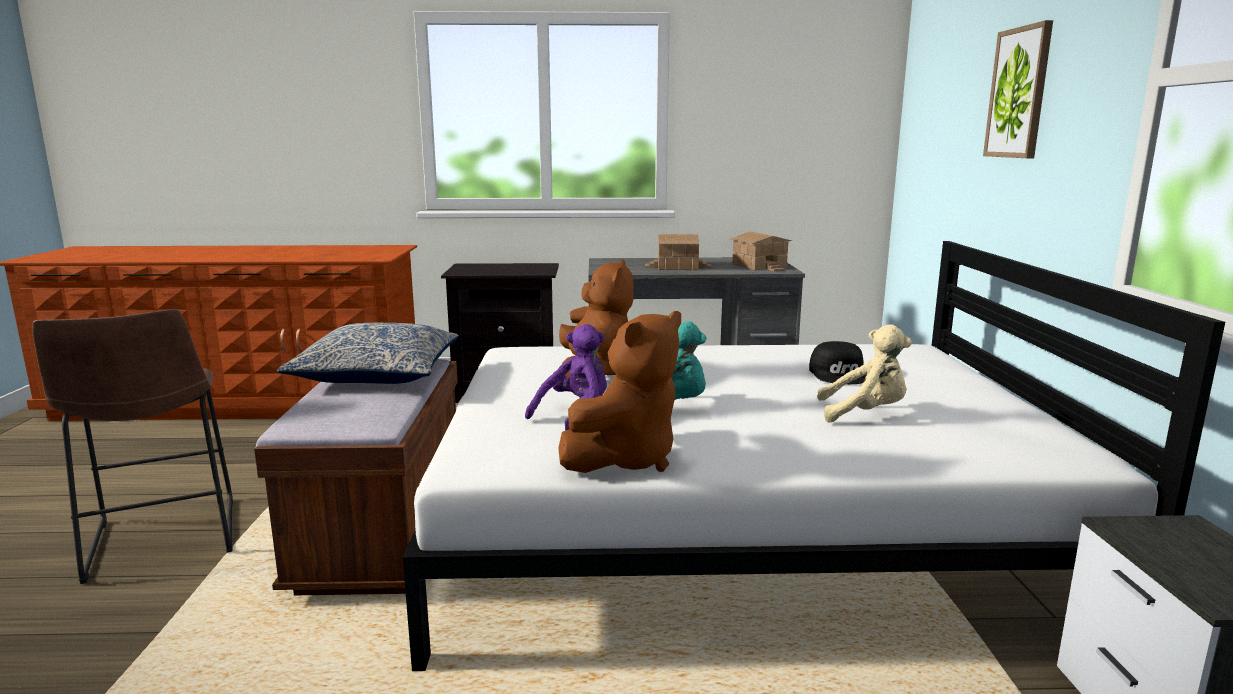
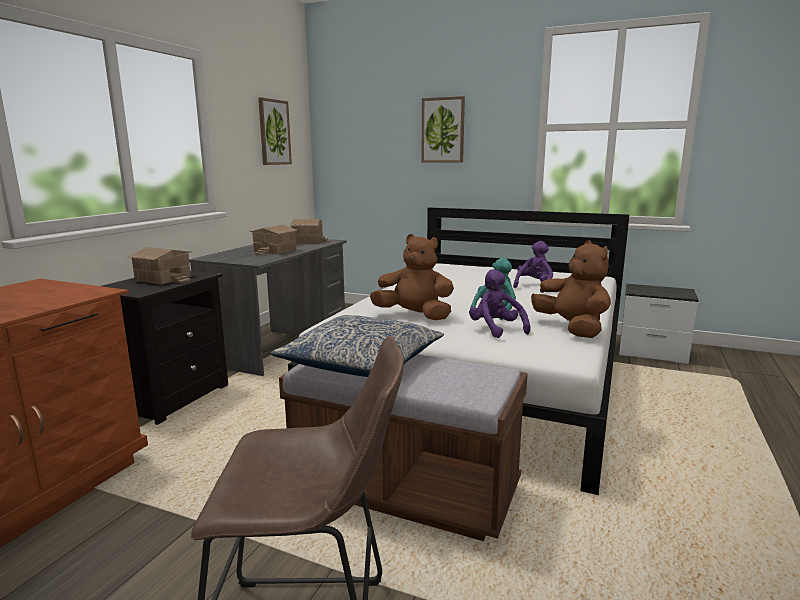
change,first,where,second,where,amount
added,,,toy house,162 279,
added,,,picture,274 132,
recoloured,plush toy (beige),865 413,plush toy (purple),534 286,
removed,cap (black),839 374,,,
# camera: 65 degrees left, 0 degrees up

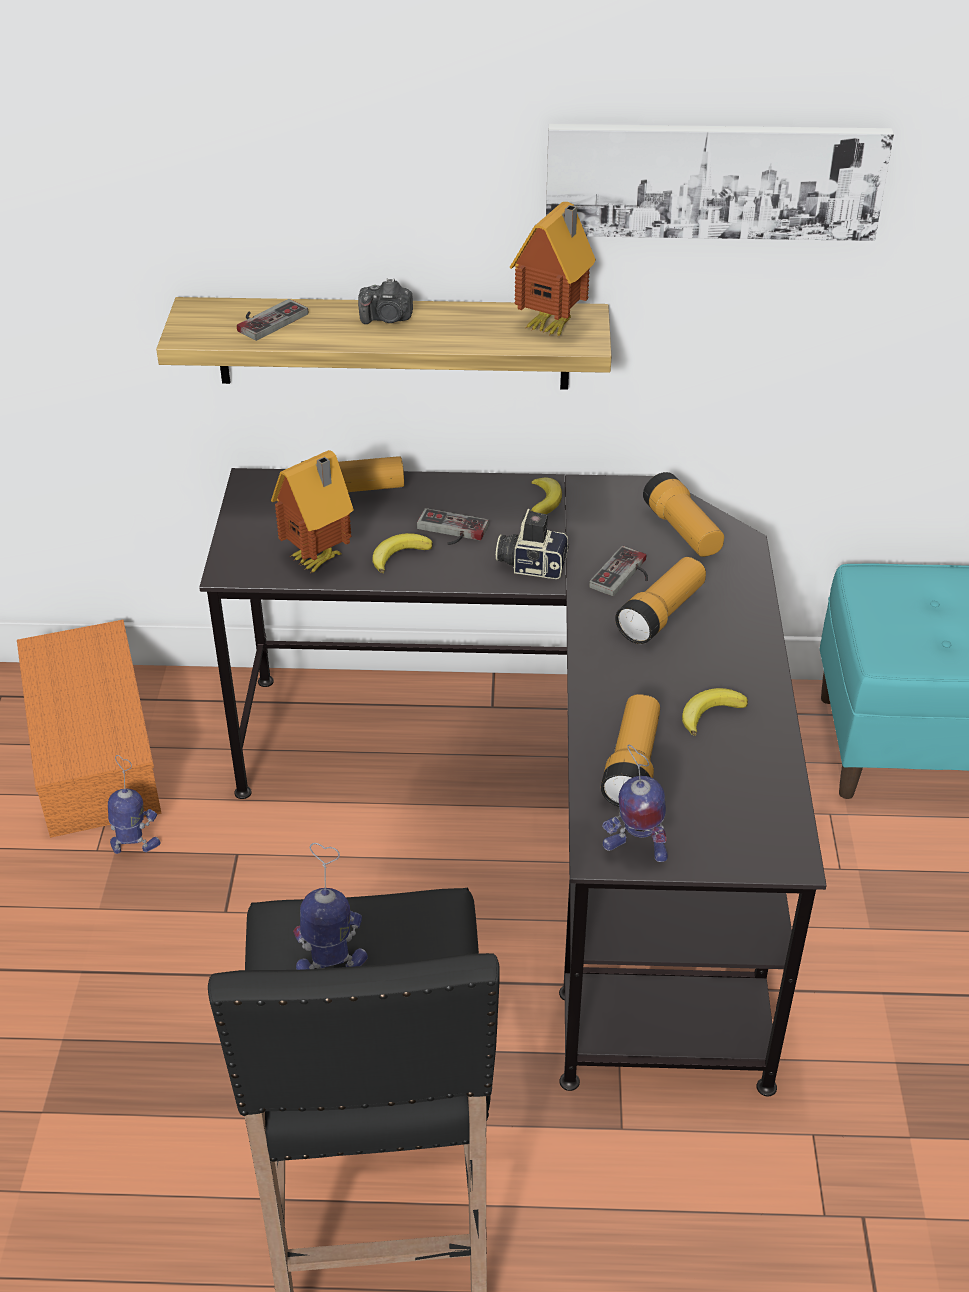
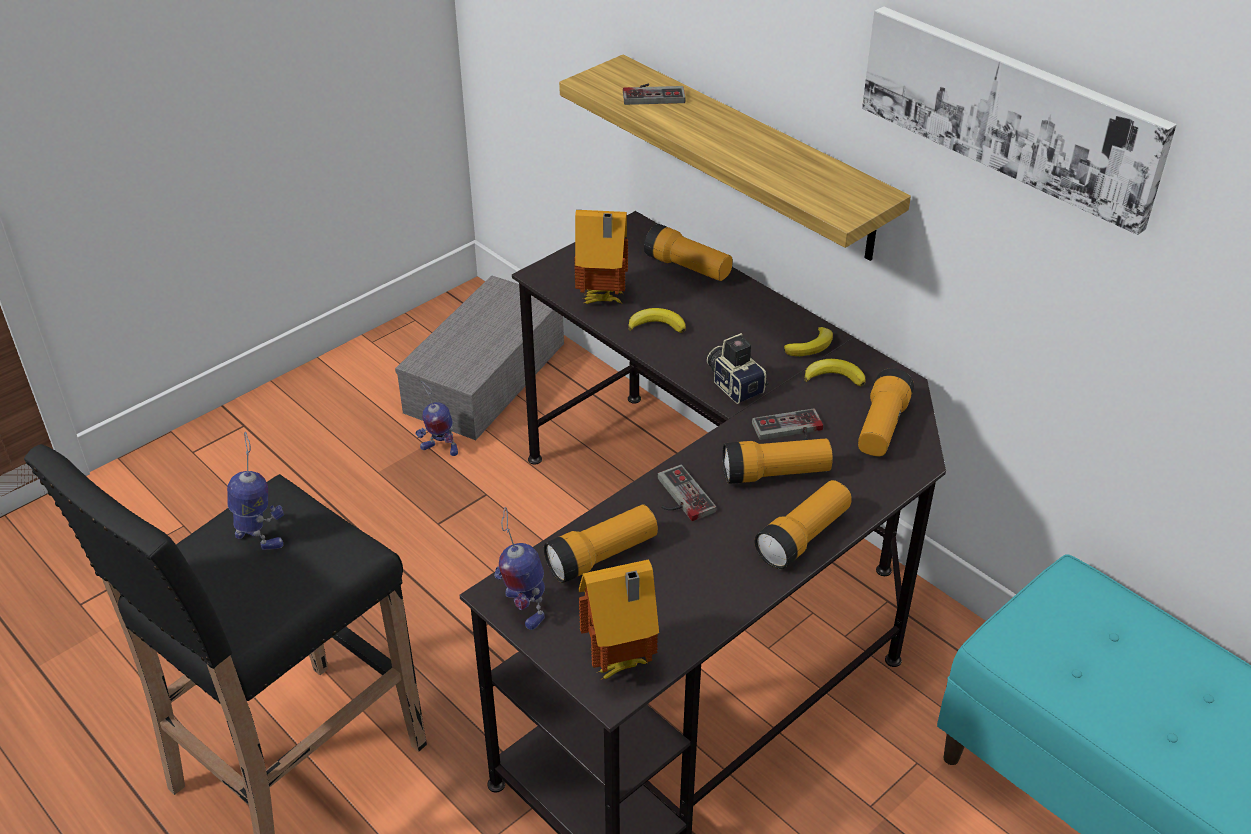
change,first,where,second,where,amount
recoloured,storage box (orange),90 748,storage box (grey),485 375,
turned,toy robot,135 845,,439 449,150 degrees clockwise
moved,toy house,554 327,,620 664,
moved,game controller,450 531,,678 497,
added,,,flashlight,803 537,
moved,banana,710 713,,834 377,
removed,photo camera,387 319,,,
# camera: 45 degrees right, 0 degrees up

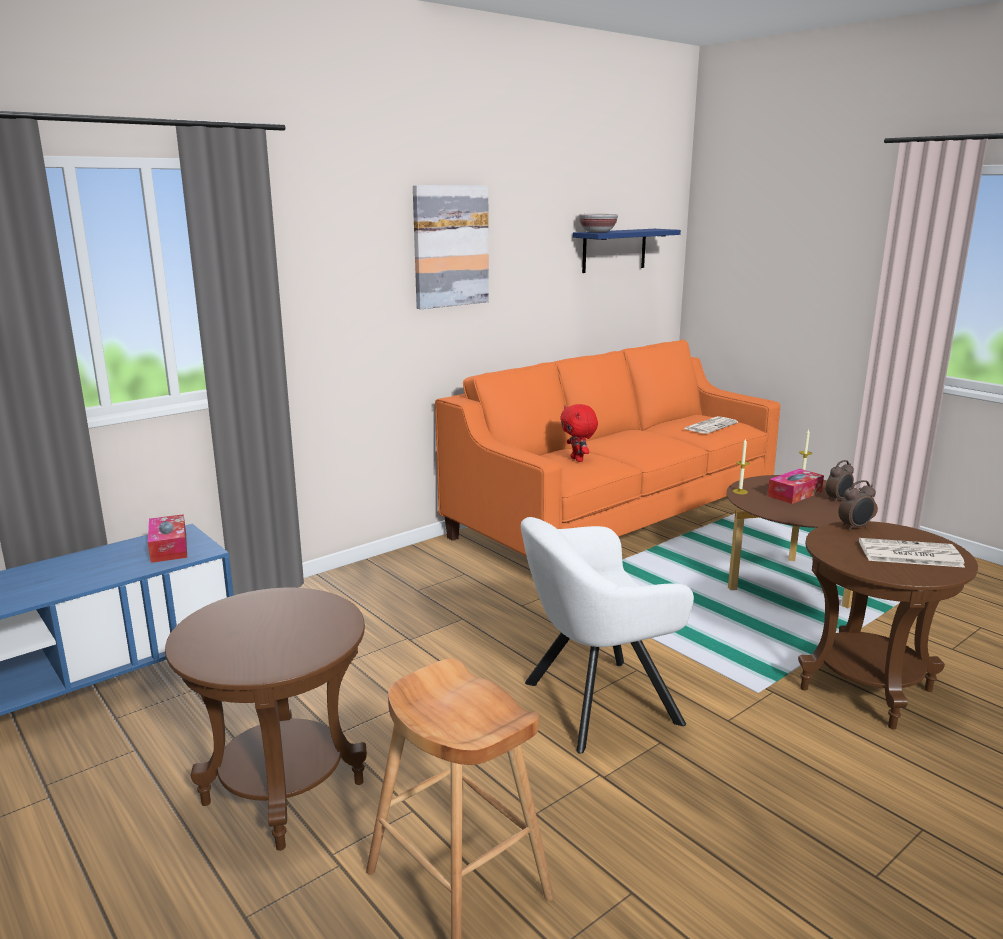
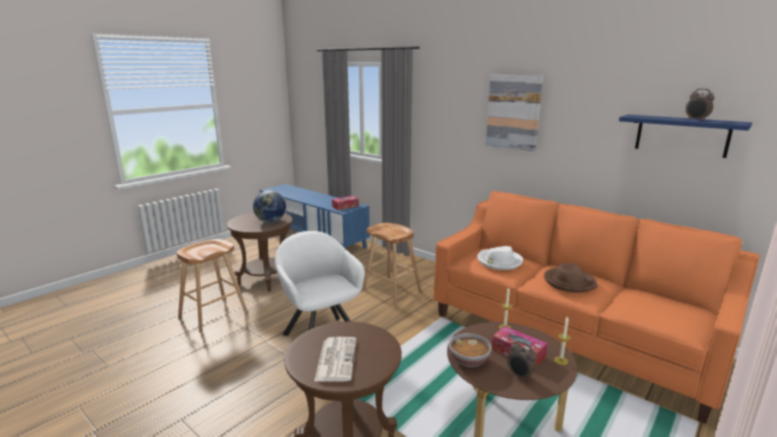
change,first,where,second,where,amount
added,,,globe,270 221,
added,,,stool (brown),391 291,
moved,bowl,598 232,,469 360,
replaced,plush toy (red),578 459,hat (white),499 261,
added,,,hat (brown),569 282,
moved,alarm clock,855 527,,696 120,
removed,newspaper,710 426,,,
# camera: 80 degrees right, 0 degrees up

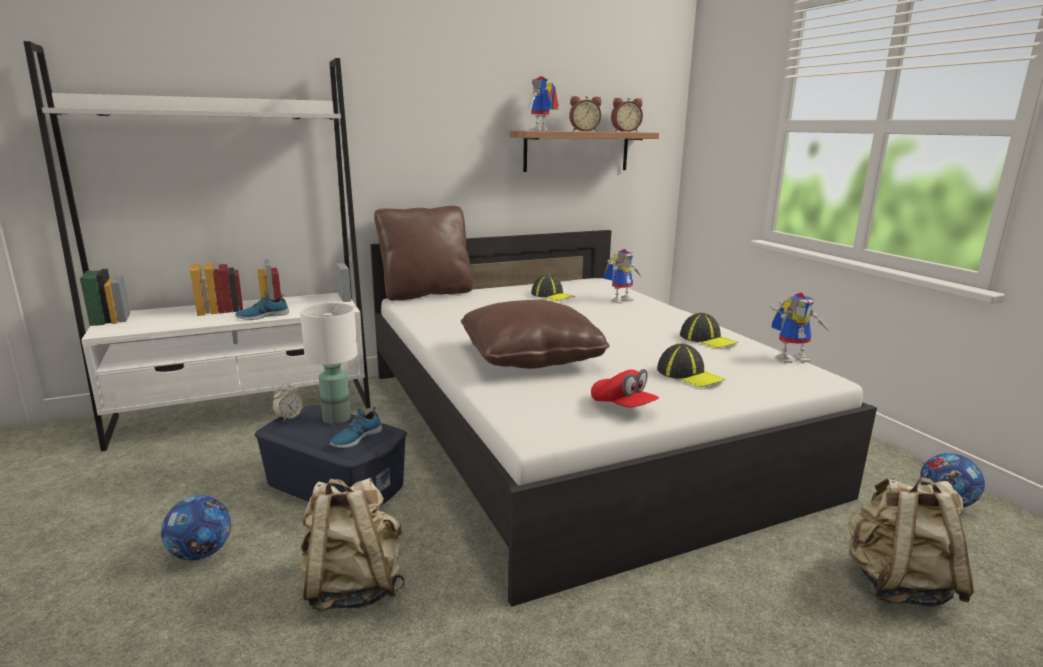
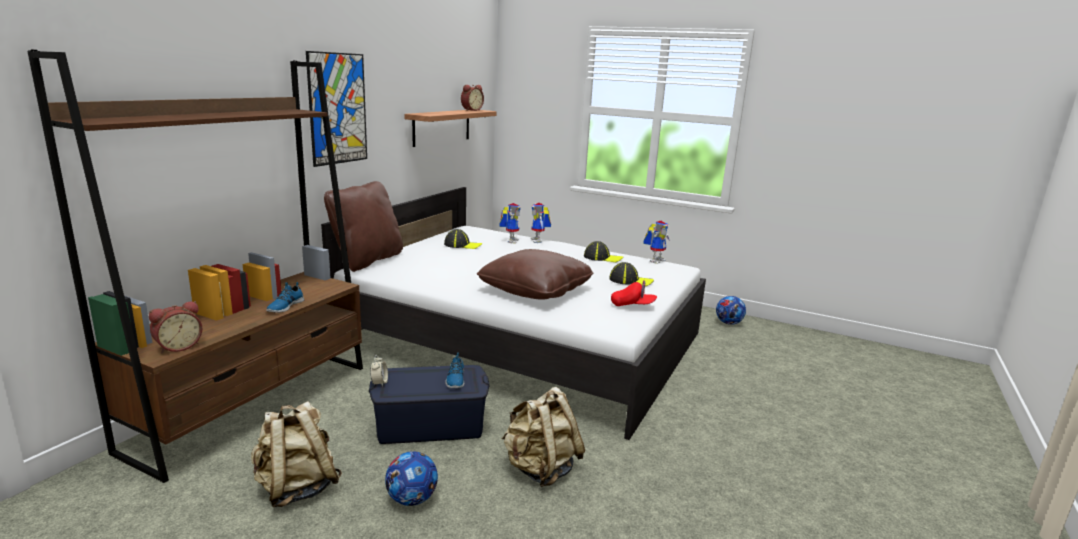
change,first,where,second,where,amount
recoloured,bookcase (white),246 412,bookcase (brown),254 405,
moved,alarm clock,584 131,,178 346,
moved,backpack (beige),897 585,,296 488,
added,,,picture,338 109,
moved,toy robot,541 130,,539 241,
removed,table lamp (white),337 419,,,
# camera: 40 degrees left, 0 degrees up

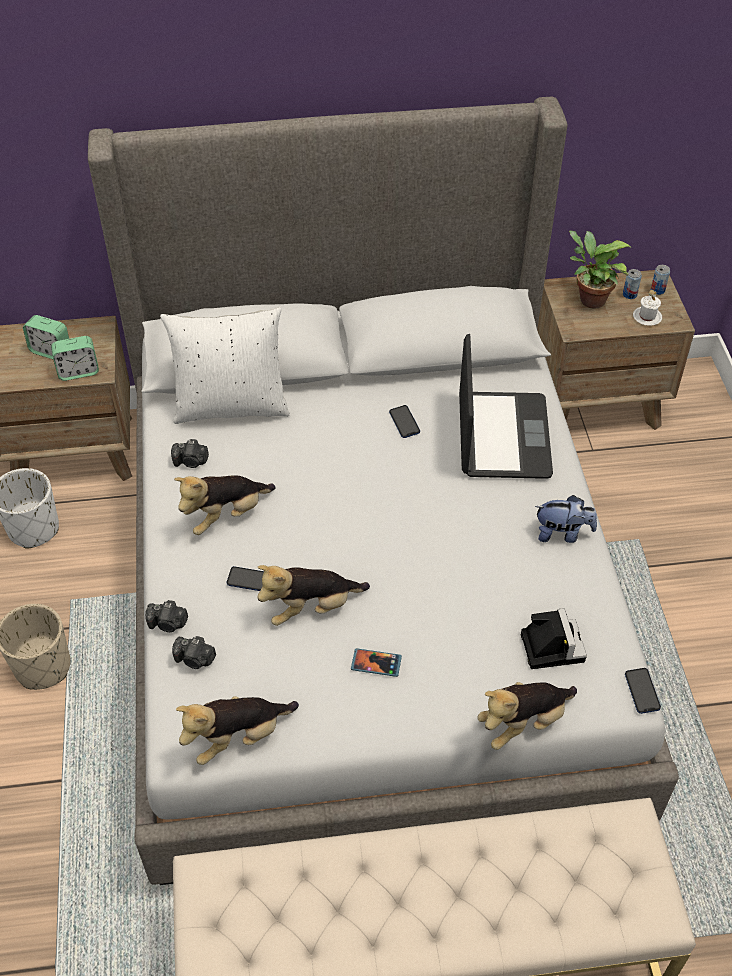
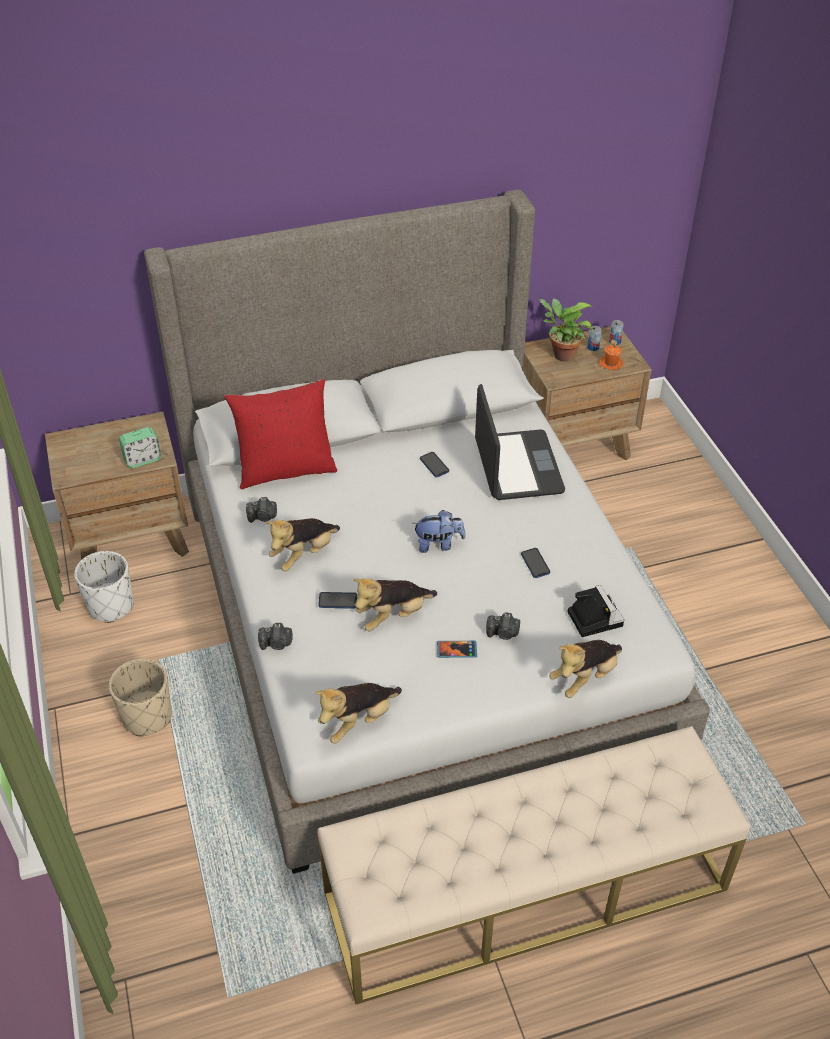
change,first,where,second,where,amount
recoloured,pillow (white),231 406,pillow (red),286 470,
moved,plush toy,562 533,,438 544,
moved,photo camera,195 659,,503 633,
moved,phone,642 691,,535 563,
recoloured,mug (white),647 317,mug (orange),611 363,
removed,alarm clock,51 351,,,
# camera: 10 degrees left, 5 degrees down

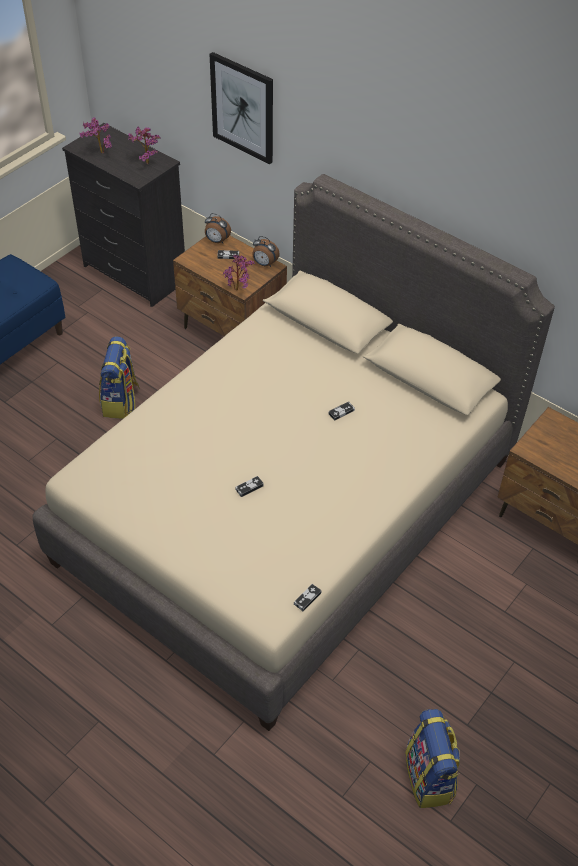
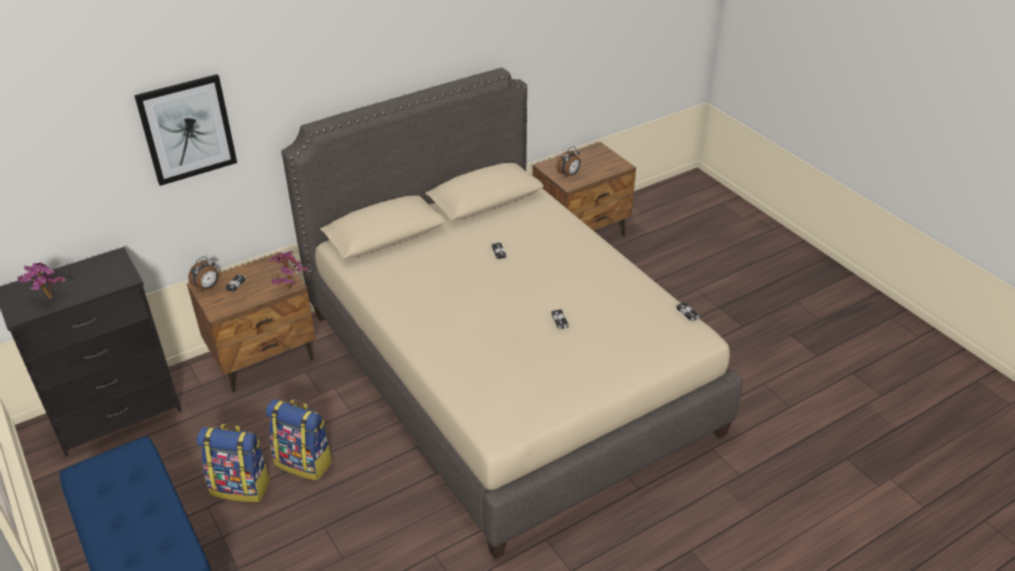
change,first,where,second,where,amount
moved,backpack,430 777,,241 486,
moved,alarm clock,264 264,,569 174,
removed,potted plant,145 162,,,
# camera: 70 degrees left, 10 degrees down

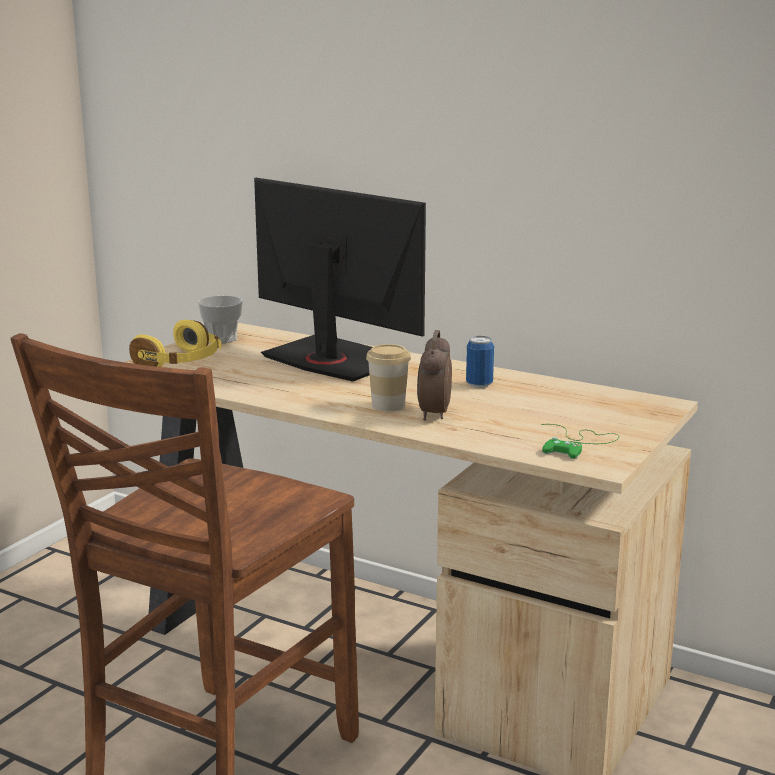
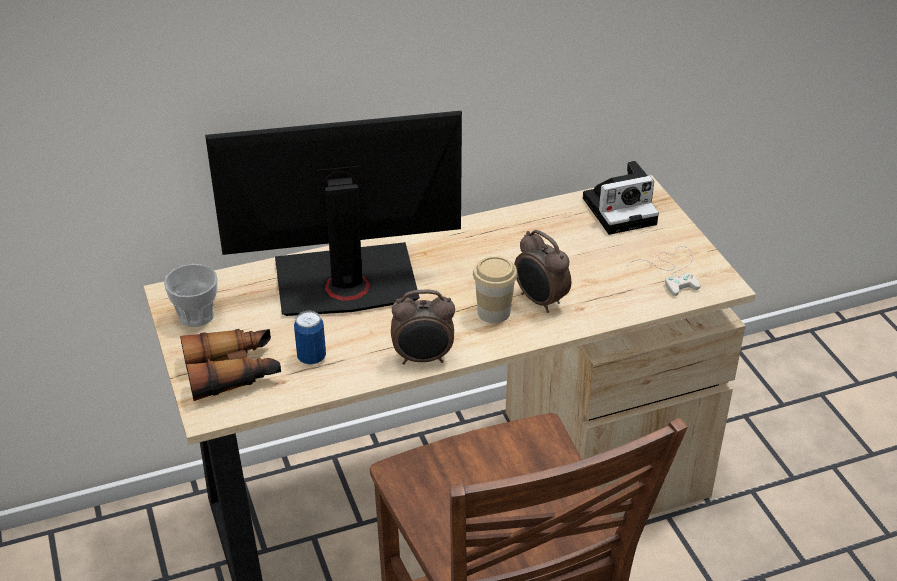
change,first,where,second,where,amount
replaced,headphones (yellow),181 362,binoculars,233 372,
moved,can,479 384,,311 357,
added,,,alarm clock,423 359,
added,,,photo camera,621 210,
recoloured,game controller (green),578 444,game controller (white),672 270,
# camera: 50 degrees left, 20 degrees up

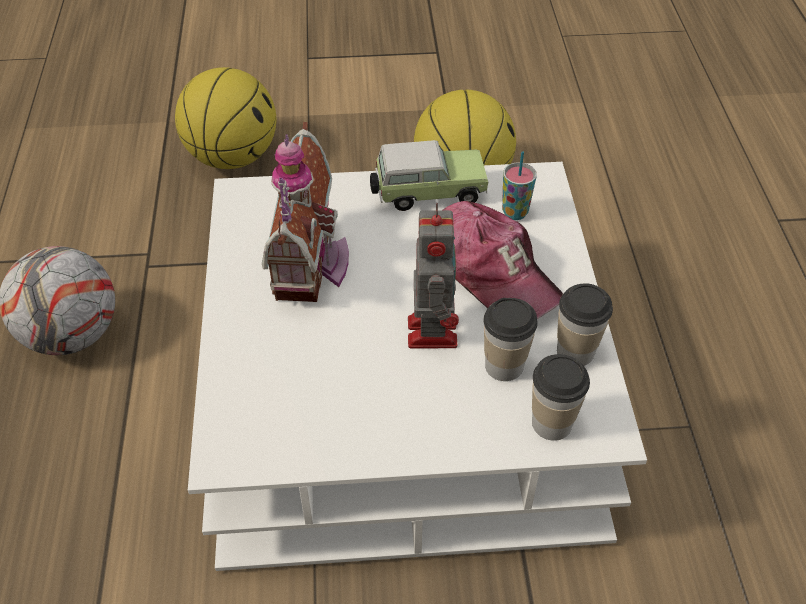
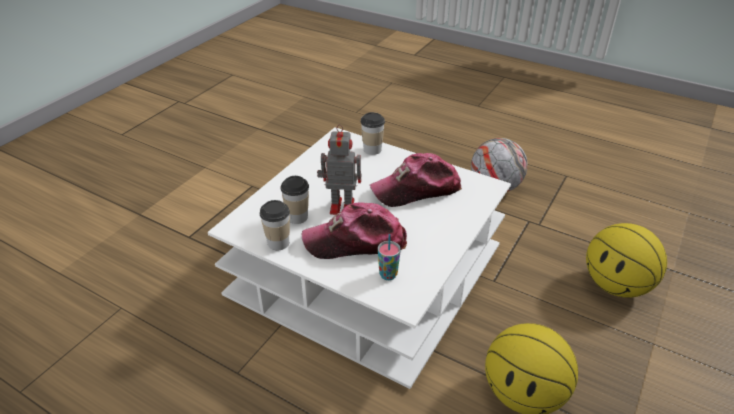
change,first,where,second,where,amount
turned,toy robot,432 329,,340 206,150 degrees clockwise
moved,cup,551 423,,372 149,
replaced,toy house,313 265,cap,416 189,
removed,toy car,426 193,,,
# camera: 125 degrees right, 10 degrees down

